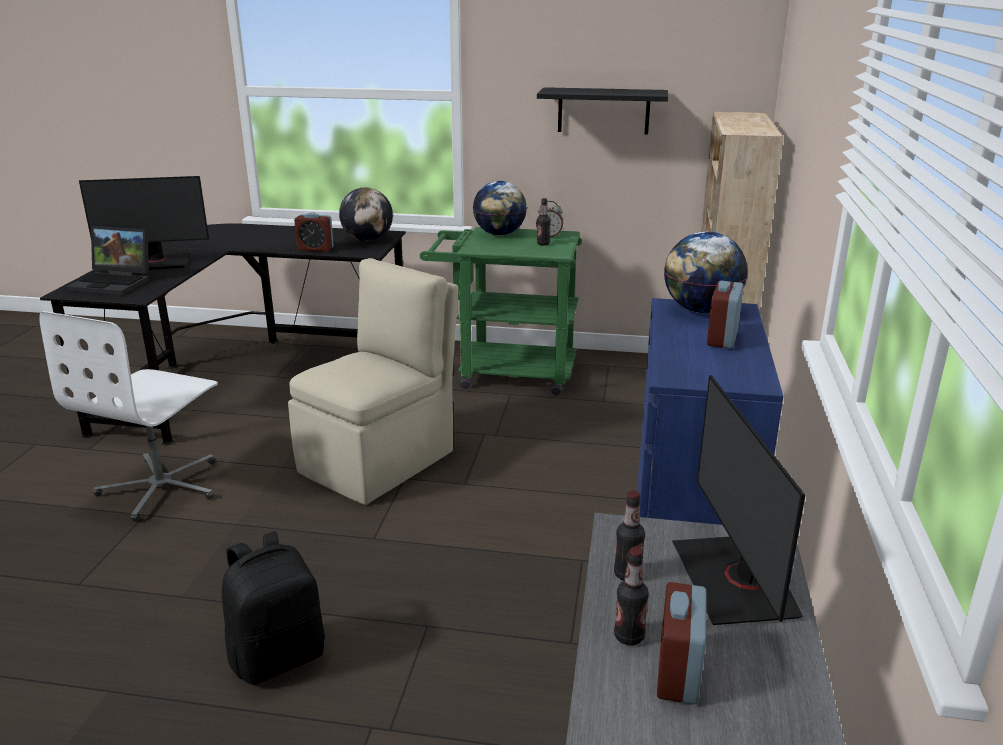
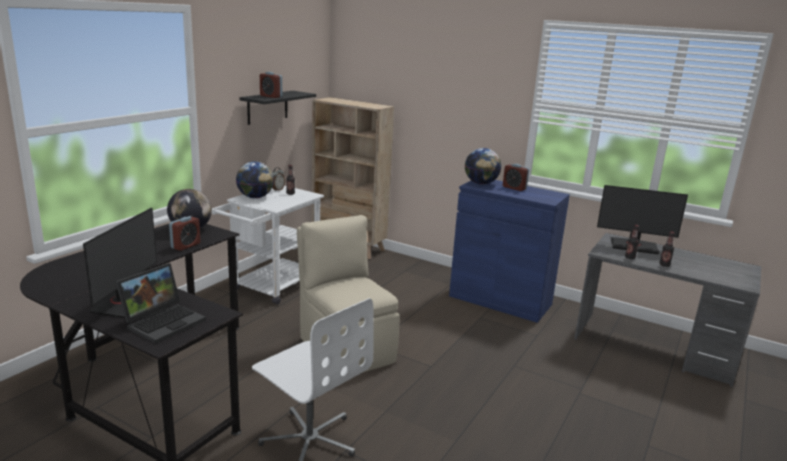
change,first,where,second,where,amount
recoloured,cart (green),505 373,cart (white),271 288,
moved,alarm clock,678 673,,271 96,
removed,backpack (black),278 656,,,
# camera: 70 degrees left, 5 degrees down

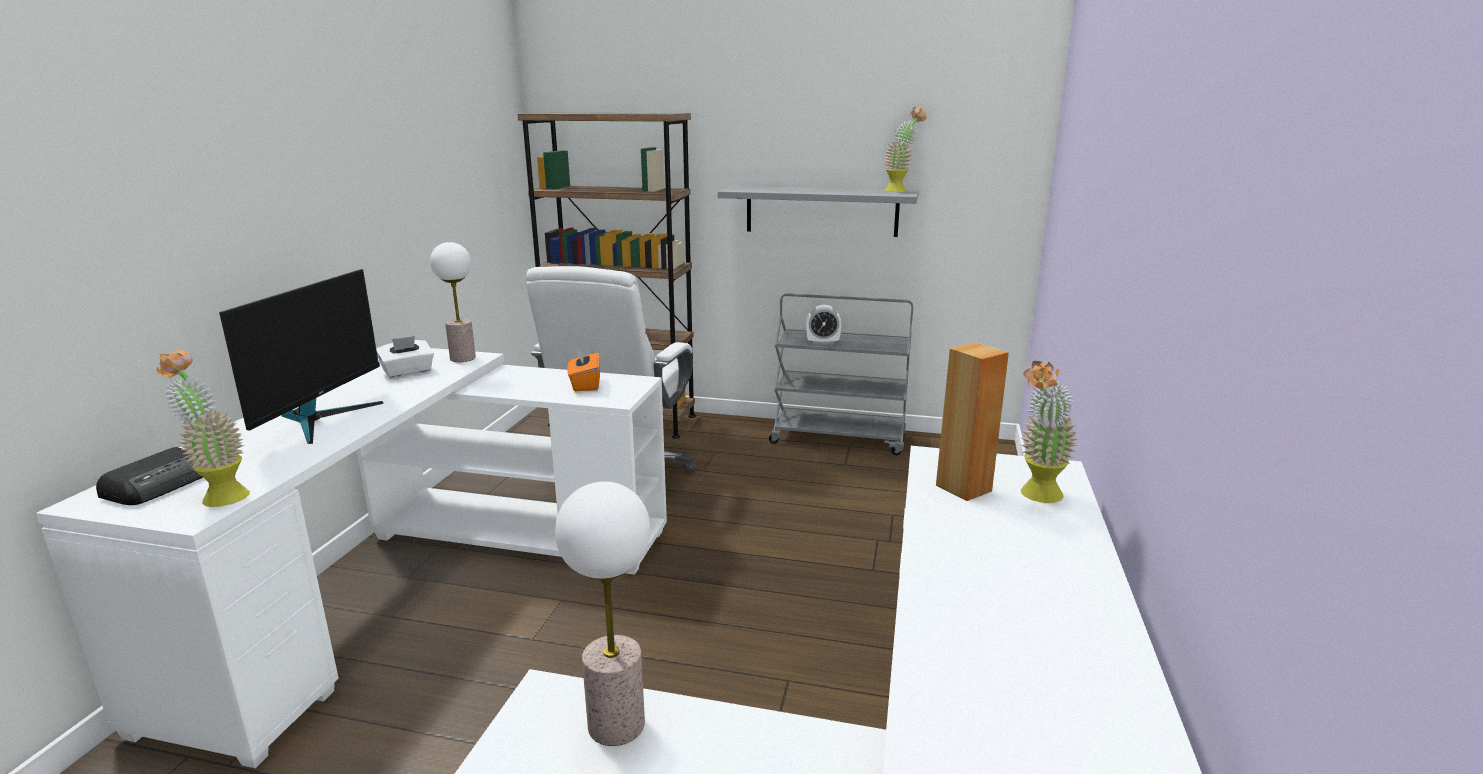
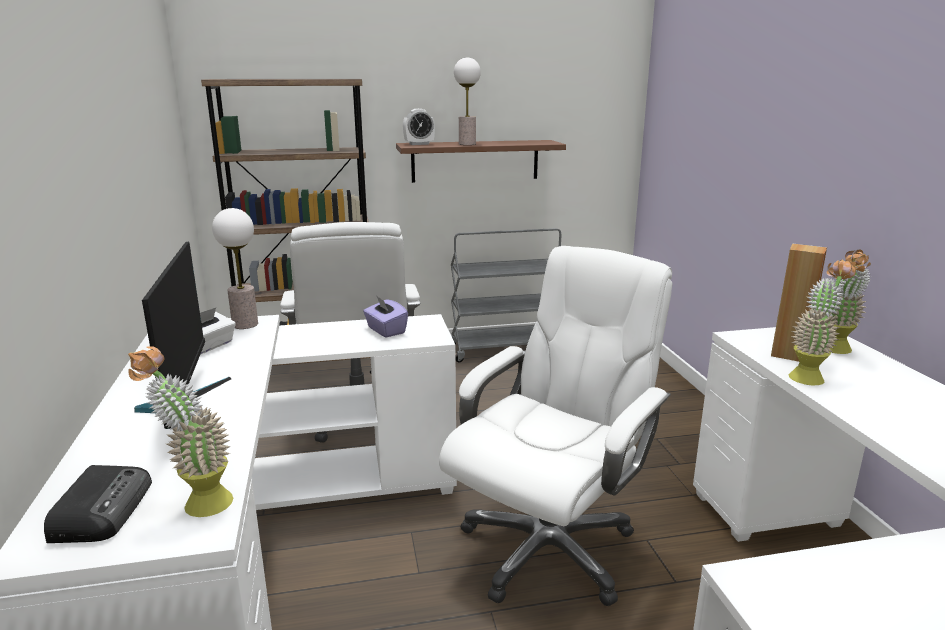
change,first,where,second,where,amount
recoloured,tissue box (orange),585 385,tissue box (purple),385 330,
recoloured,shelf (grey),821 211,shelf (brown),475 161,
moved,alarm clock,822 343,,419 144,
added,,,office chair (white),549 547,
moved,table lamp,616 725,,467 144,
moved,potted plant,901 190,,810 376,
# camera: 25 degrees left, 0 degrees up

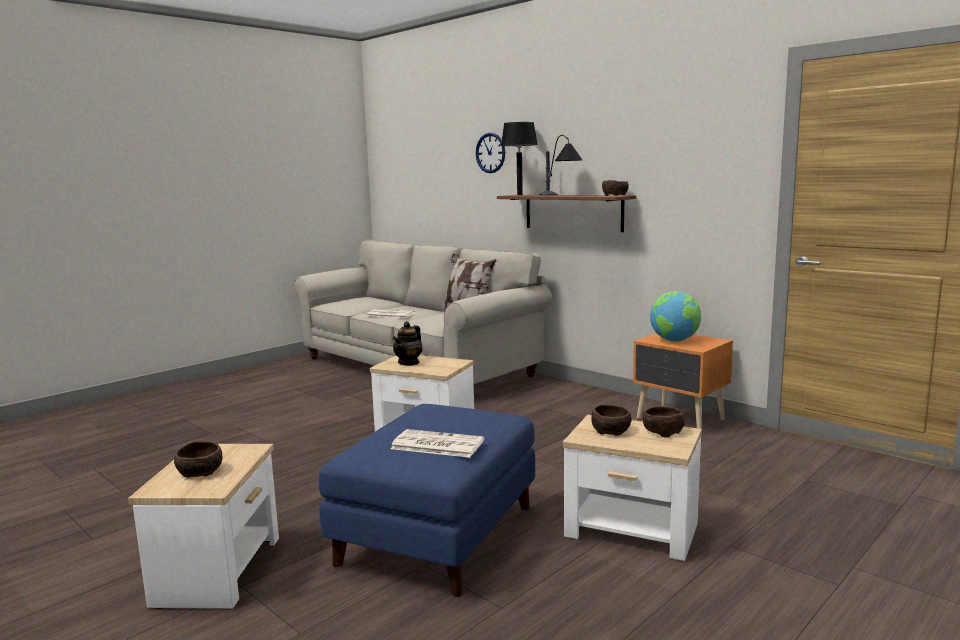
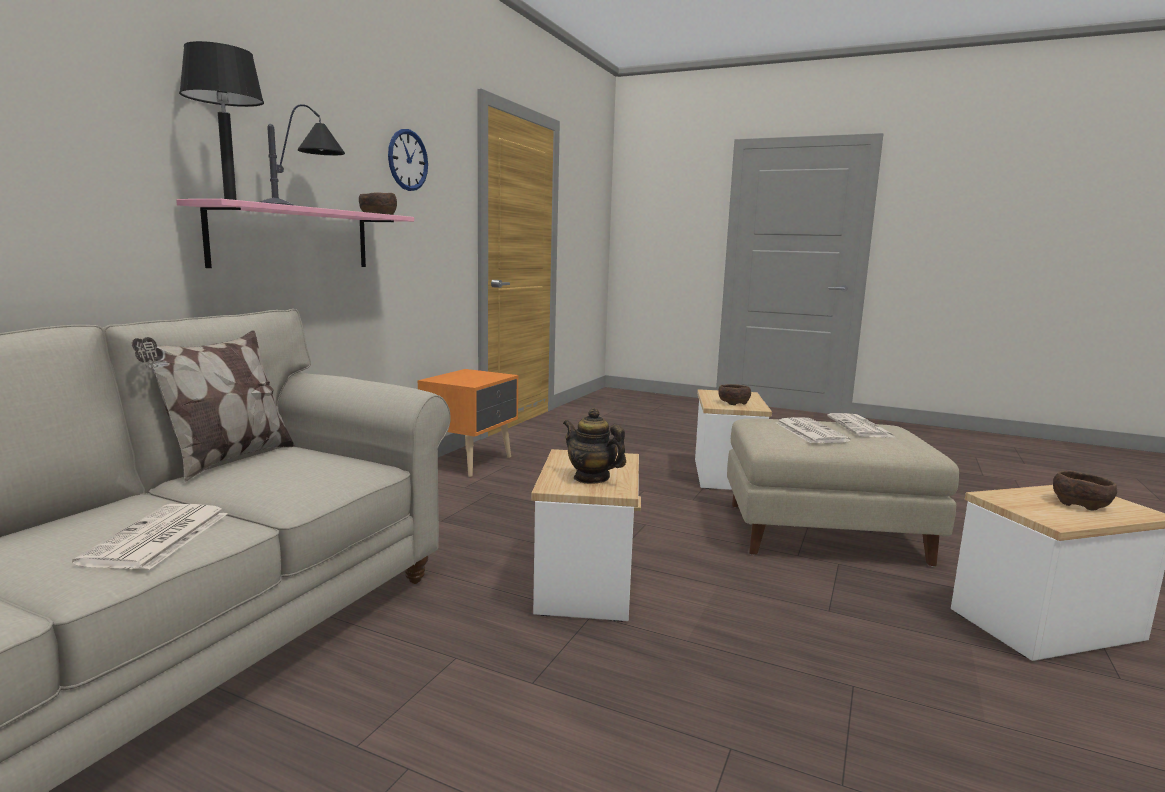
change,first,where,second,where,amount
recoloured,shelf (brown),573 212,shelf (pink),293 238,
moved,wall clock,490 153,,407 160,
turned,teapot,409 362,,591 478,150 degrees counterclockwise
recoloured,ottoman (blue),438 535,ottoman (beige),822 534,
added,,,newspaper,809 432,
removed,bowl (brown),662 431,,,
removed,globe,675 341,,,
# camera: 110 degrees left, 0 degrees up

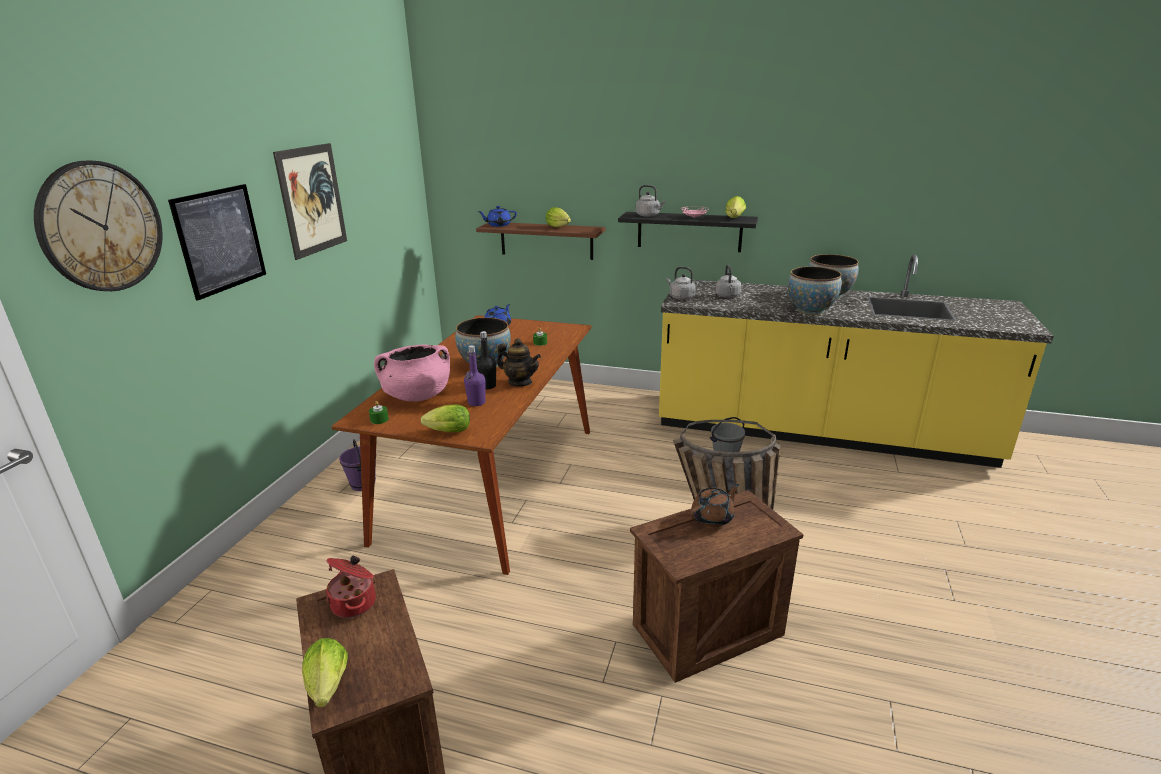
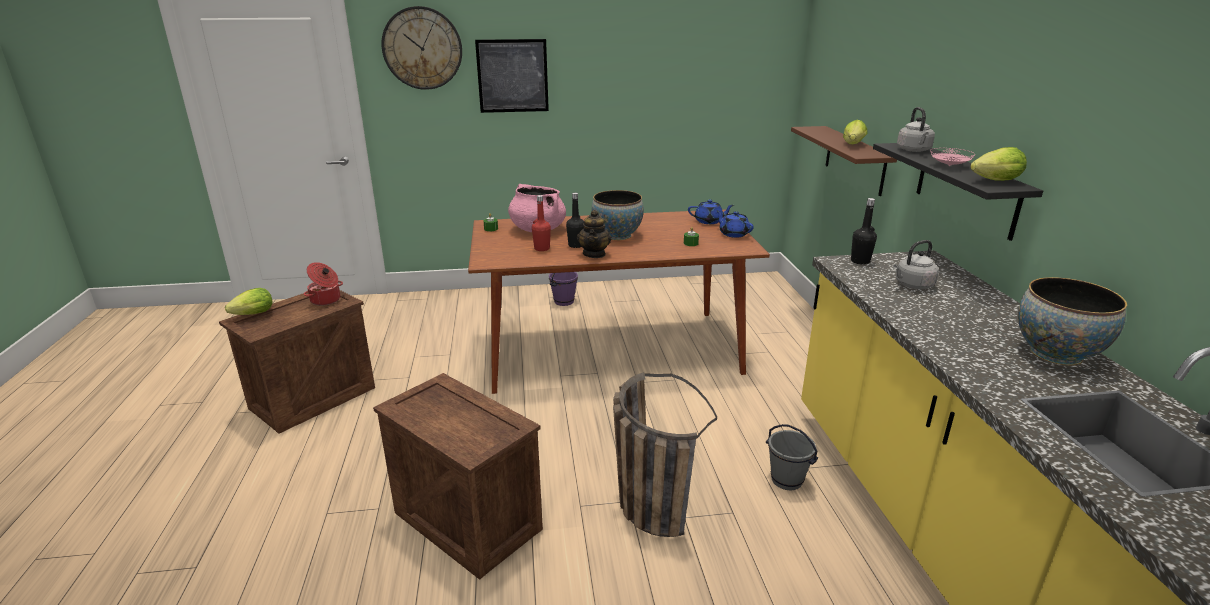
change,first,where,second,where,amount
recoloured,bottle (purple),476 402,bottle (red),542 248,
moved,teapot (blue),498 225,,733 234,
replaced,kettle (grey),680 297,bottle (black),860 261,
removed,picture,312 200,,,
removed,lettuce,446 432,,,
removed,teapot (brown),713 517,,,
removed,bowl,810 310,,,
# camera: 65 degrees right, 0 degrees up

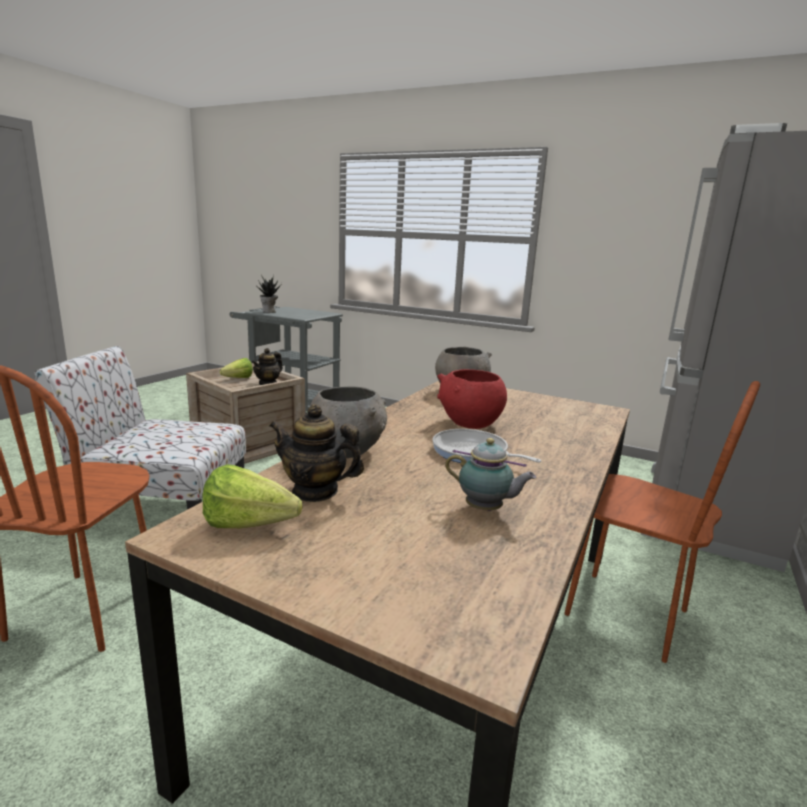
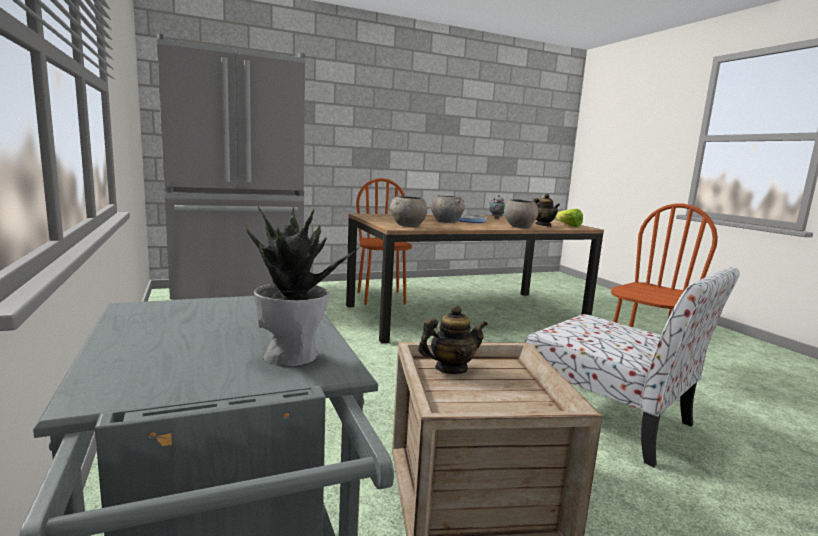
change,first,where,second,where,amount
recoloured,bowl (red),470 424,bowl (grey),446 222,
removed,lettuce,235 379,,,
# camera: 140 degrees left, 5 degrees down

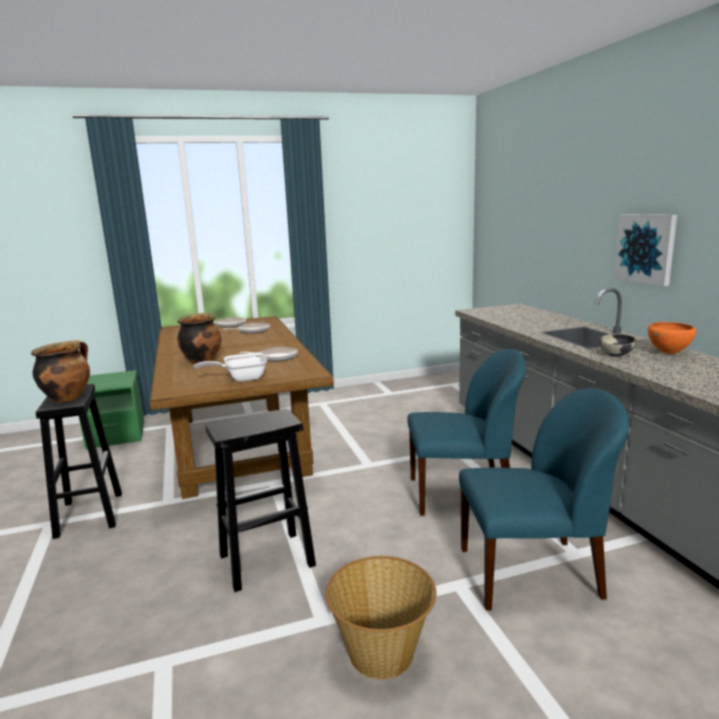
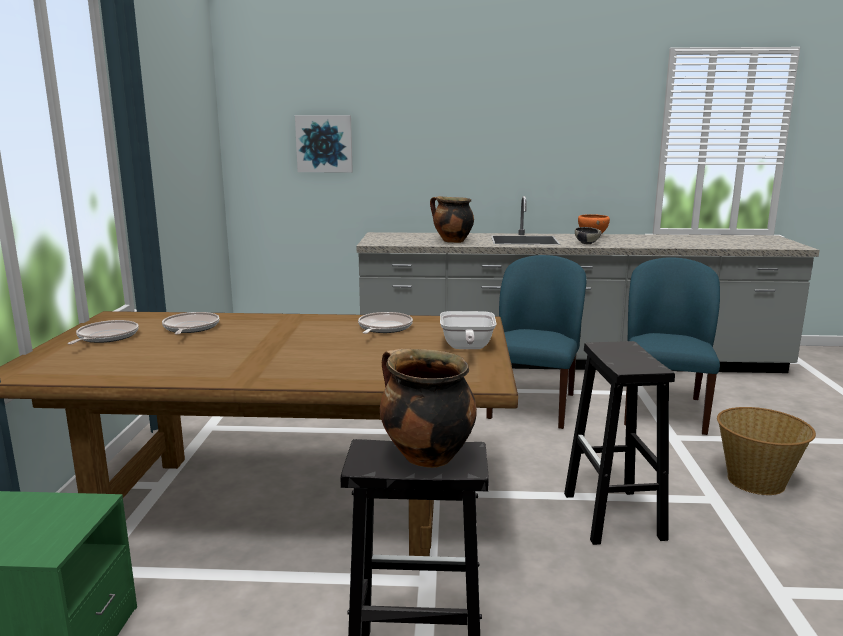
change,first,where,second,where,amount
moved,picture,645 248,,324 144,
moved,cooking pot,202 361,,452 241,
# camera: 70 degrees left, 0 degrees up

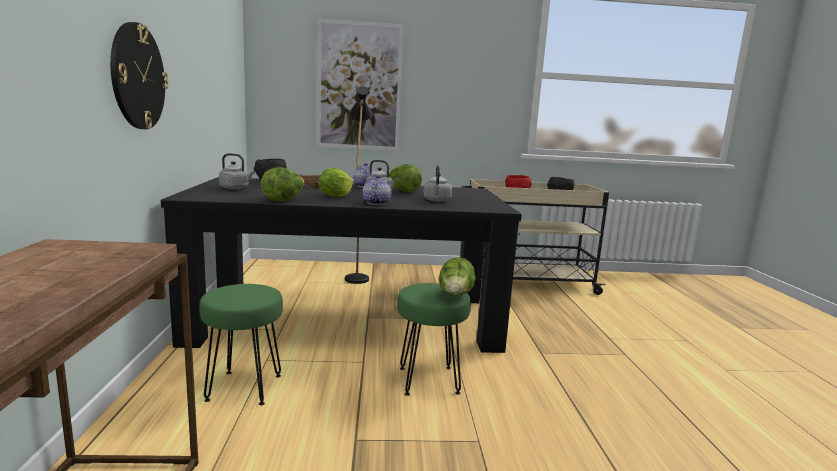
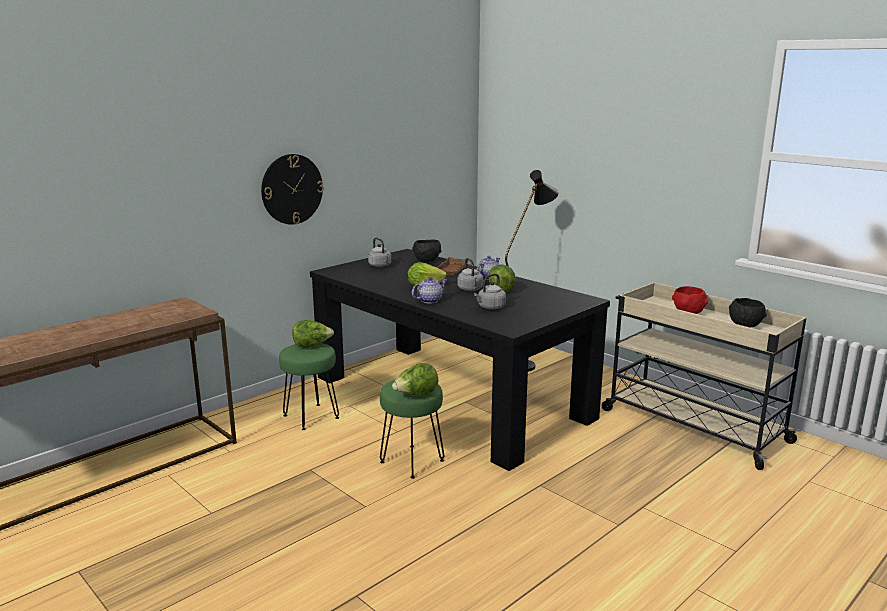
change,first,where,second,where,amount
moved,lettuce,283 200,,312 346,
removed,picture,359 86,,,
# camera: 50 degrees right, 5 degrees up

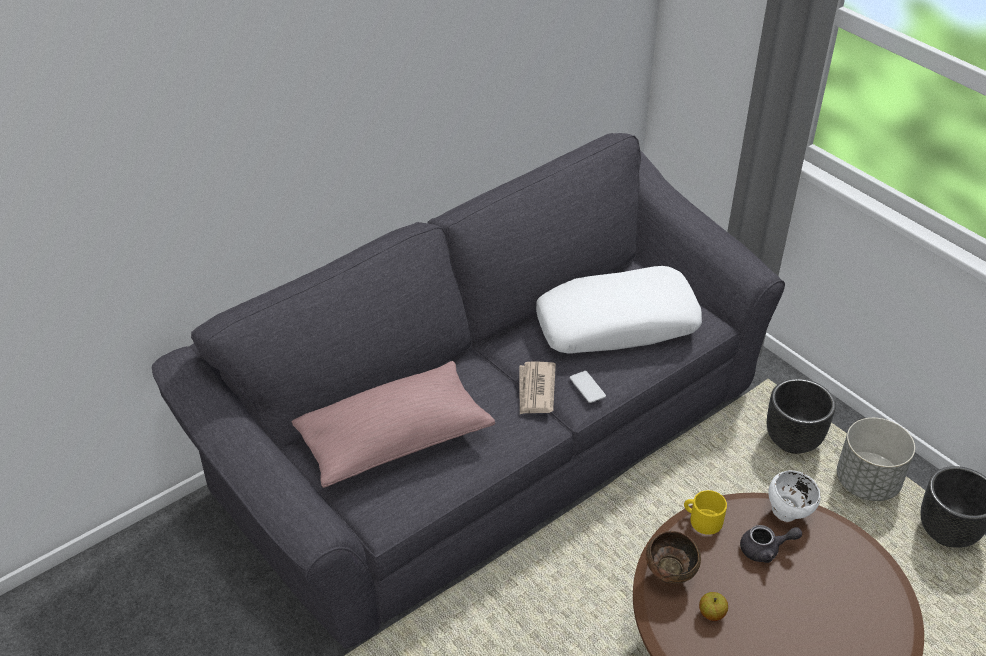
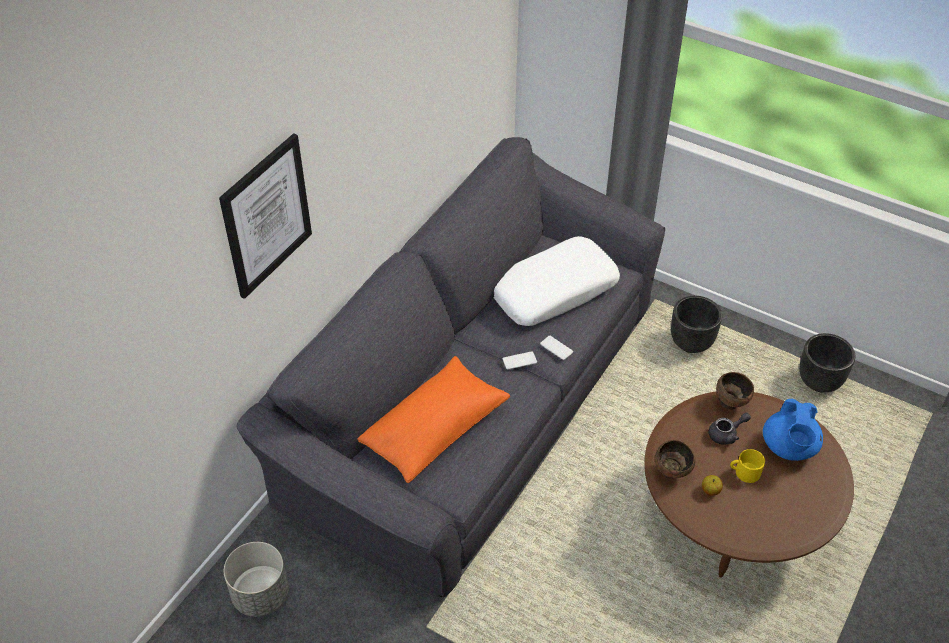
change,first,where,second,where,amount
added,,,picture,266 216,
moved,planter (grey),867 482,,261 595,
recoloured,pillow (pink),393 439,pillow (orange),433 430,
replaced,newspaper,535 390,phone,519 361,
recoloured,bowl (white),788 513,bowl (brown),730 403,
moved,mug (yellow),702 520,,744 472,
added,,,teapot (blue),789 448,
# camera: 20 degrees left, 5 degrees up

